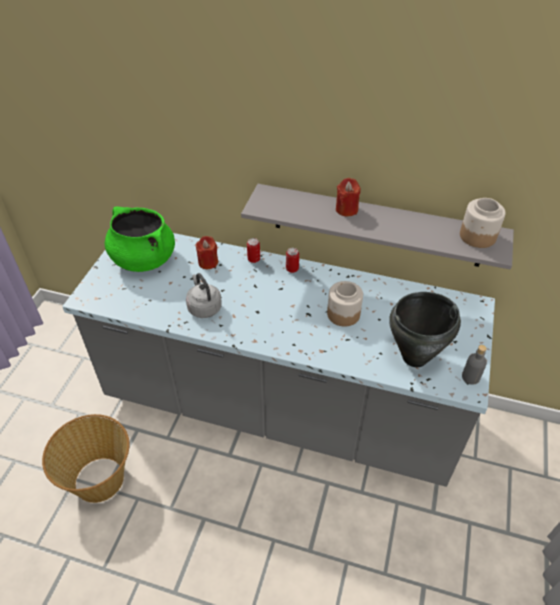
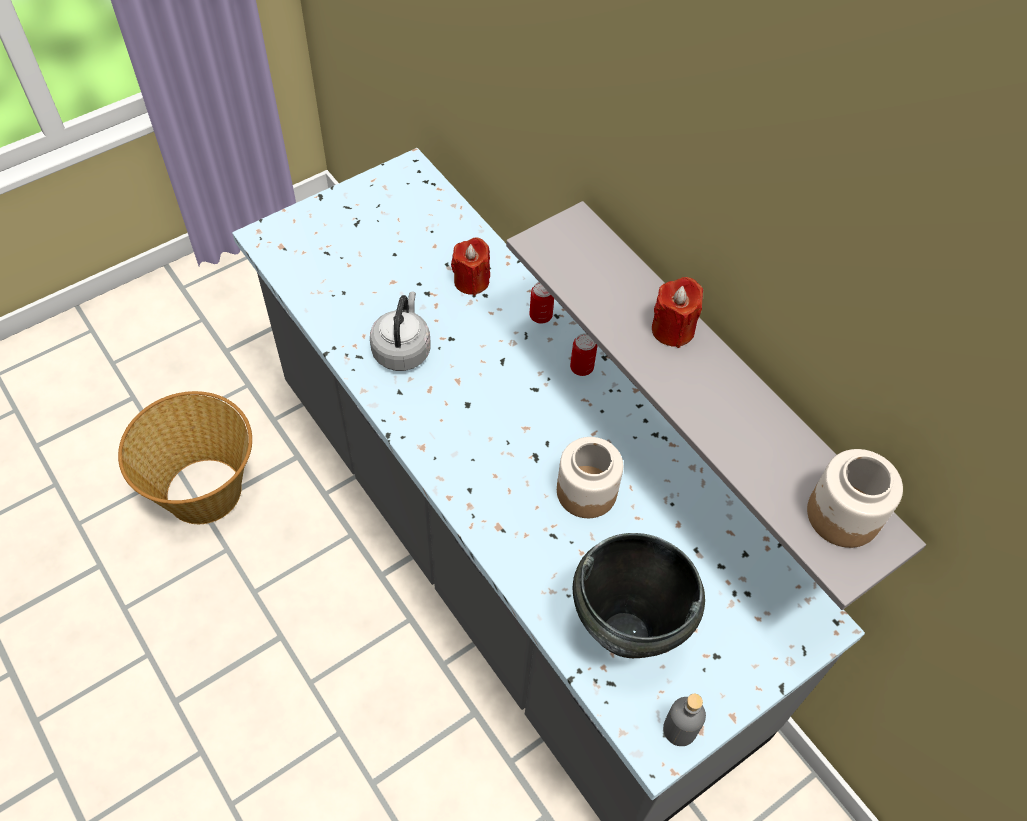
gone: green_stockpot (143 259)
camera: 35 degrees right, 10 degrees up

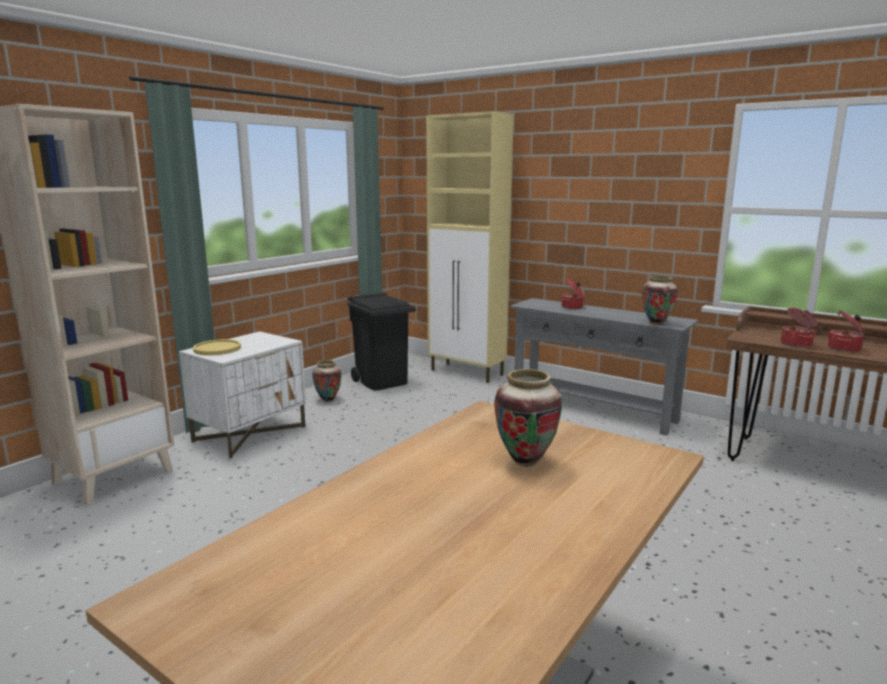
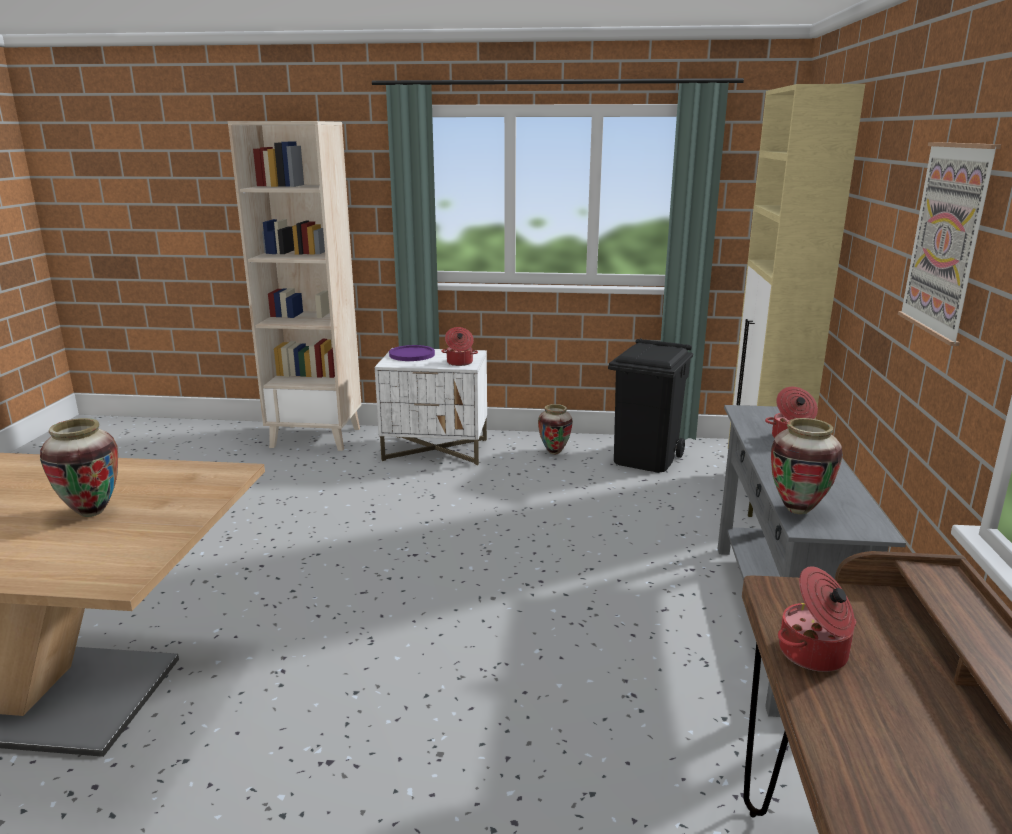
new: wall_art (947 239)
shifted: stockpot (845 349) to (459 363)
repainted: yellow_plate (217 349) to purple_plate (412 354)
camera: 60 degrees right, 5 degrees up

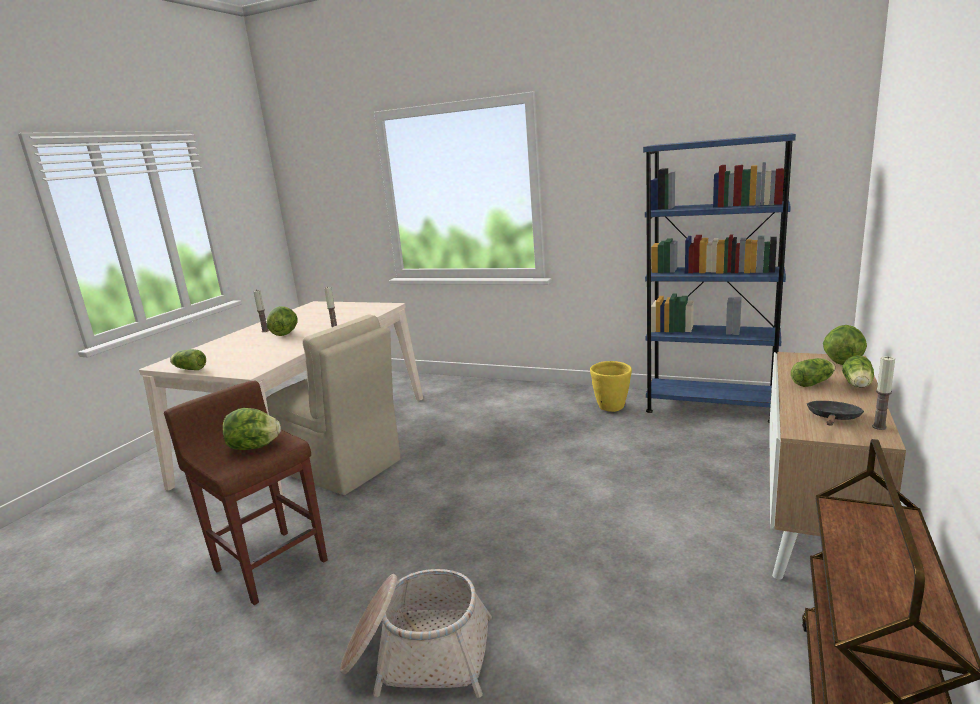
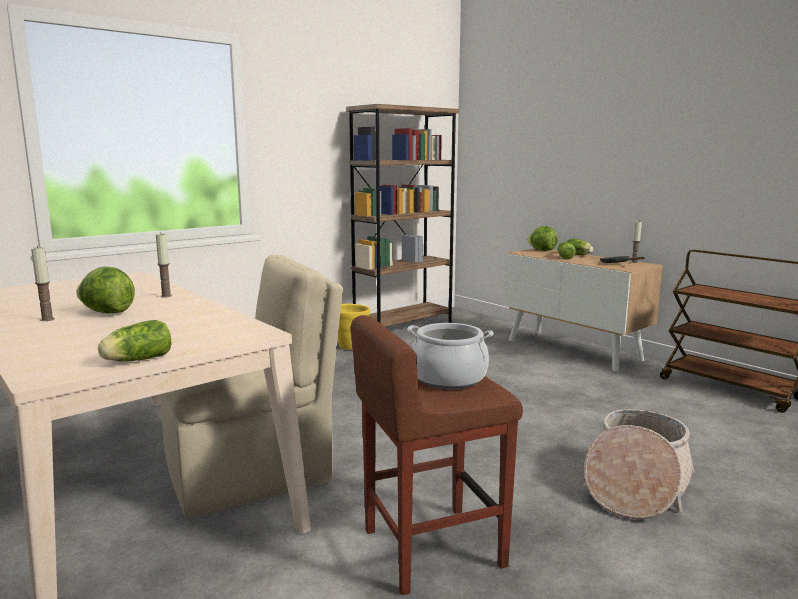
swapped: lettuce_head (254 447) to stockpot (449 378)
repainted: blue-coloured_shelving_unit (710 406) to brown_shelving_unit (403 327)
camera: 65 degrees left, 5 degrees down

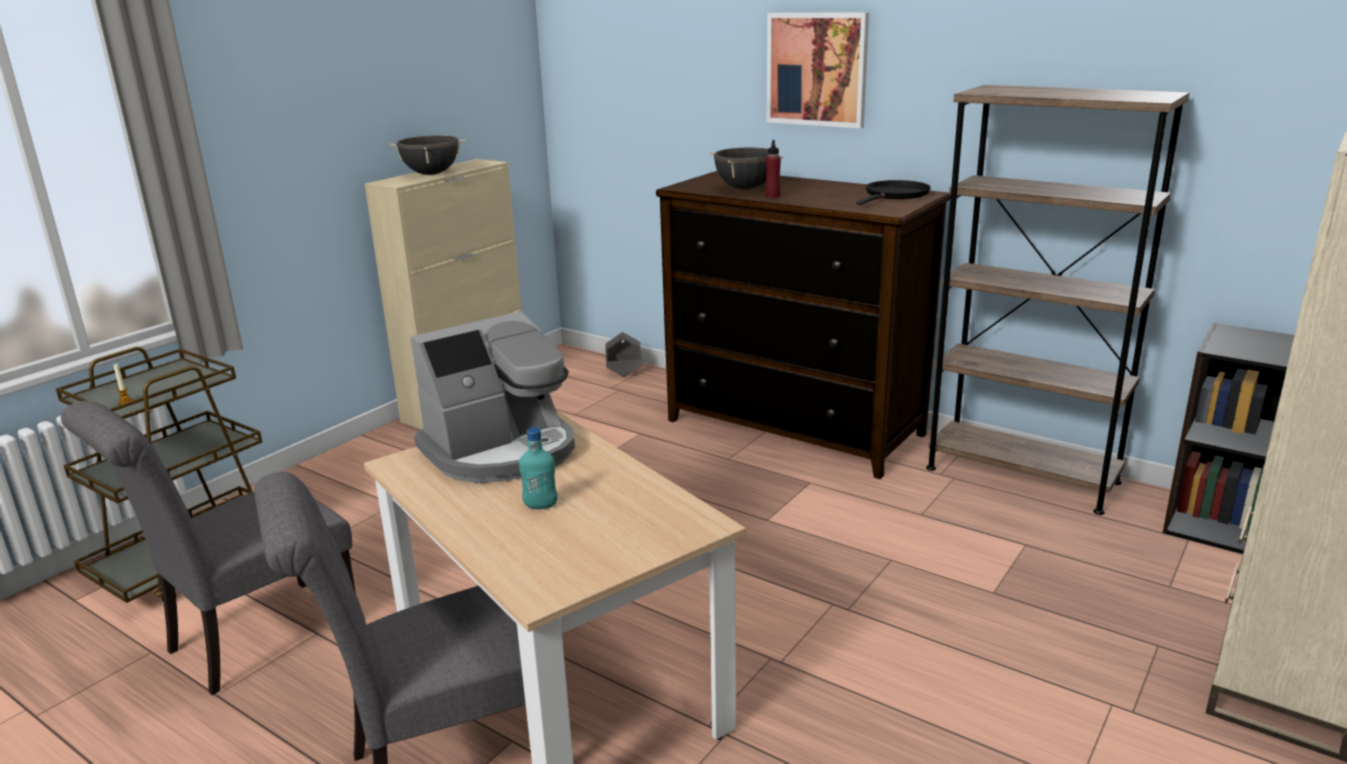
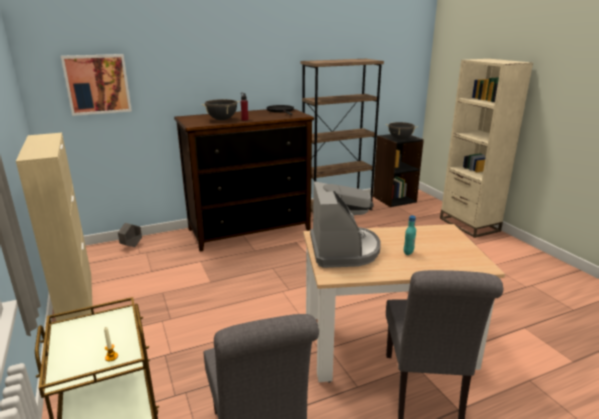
shifted: wall_art (817 69) to (97 84); black-coloured_stockpot (431 174) to (400 139)
camera: 60 degrees left, 0 degrees up

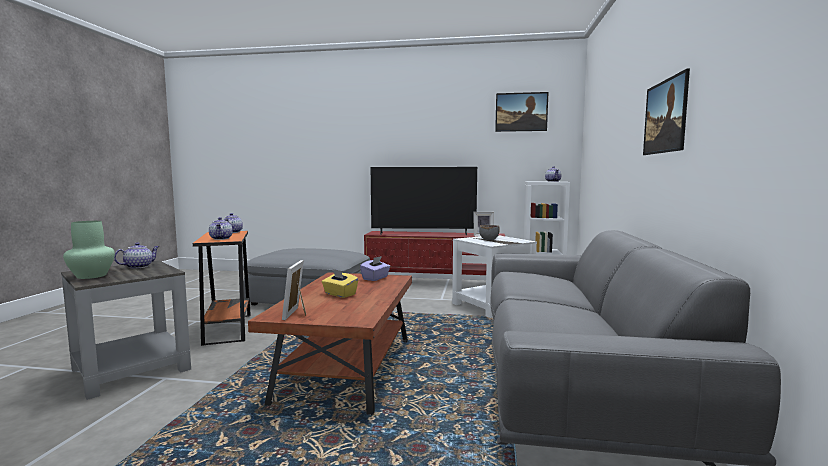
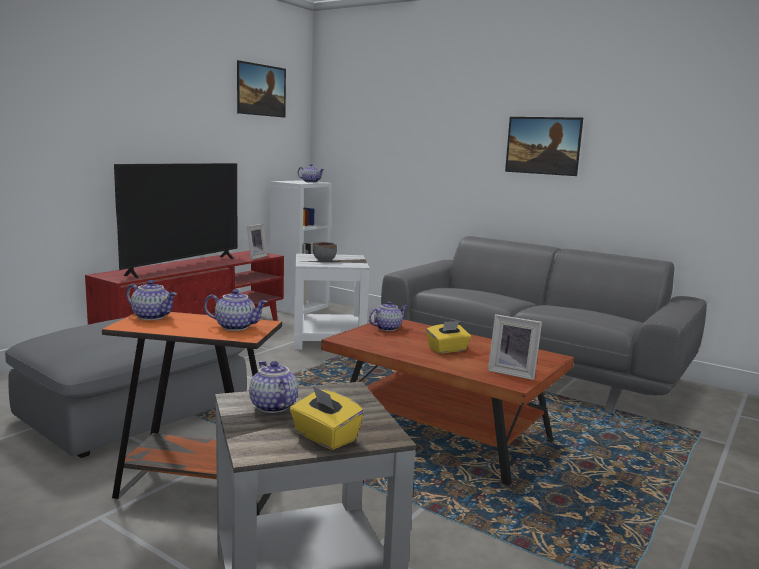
swapped: green_vase (91 276) to yellow_tissue_holder (325 437); purple_tissue_holder (375 278) to tea_pot (387 328)
camera: 65 degrees left, 5 degrees up

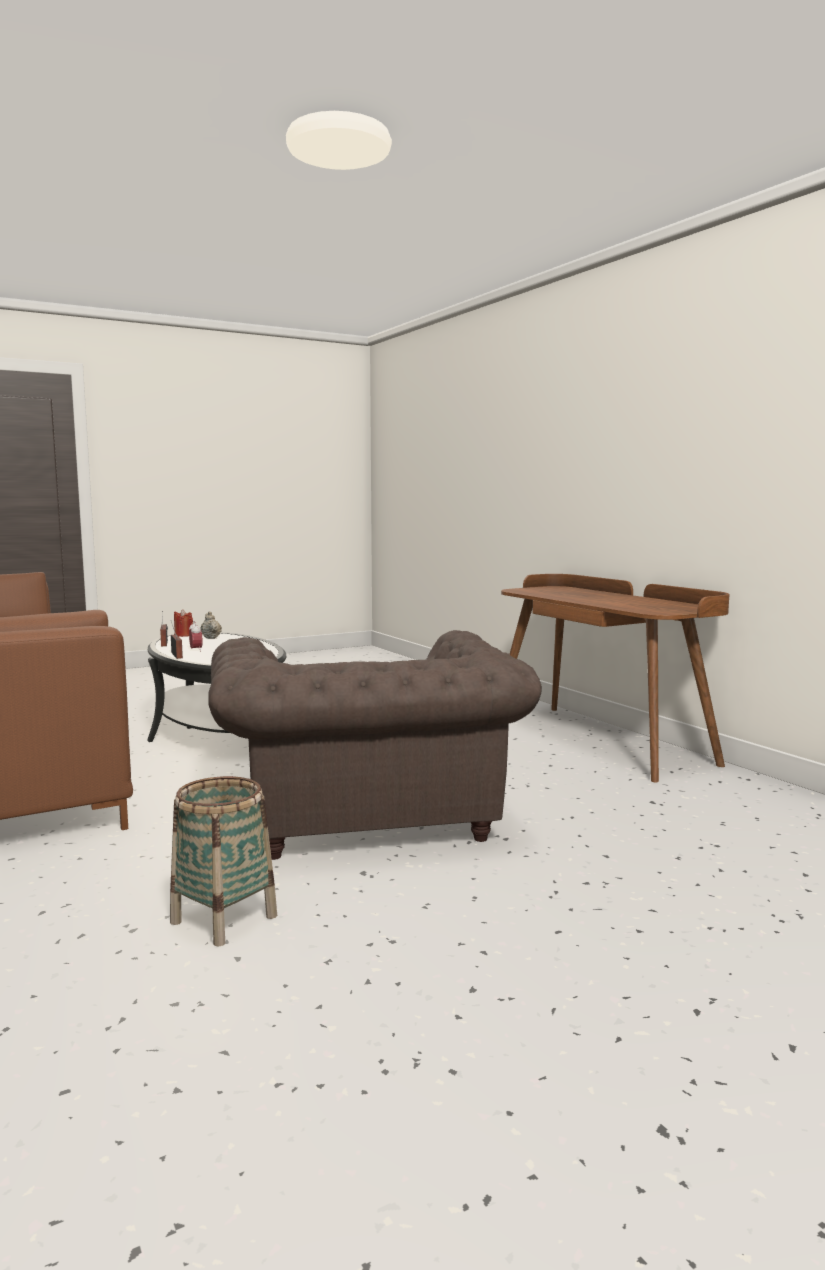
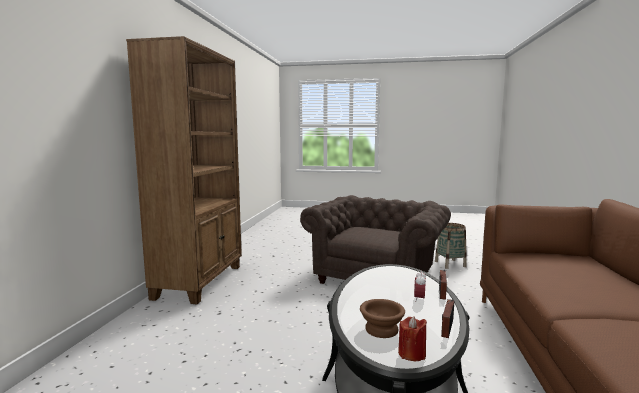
swapped: brown_desk (599 740) to brown_shelving_unit (200 281); sand-coloured_tea_pot (211 638) to brown_bowl (382 330)
camera: 140 degrees left, 0 degrees up

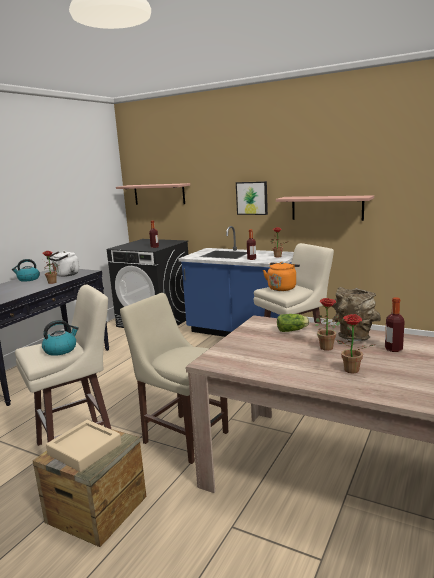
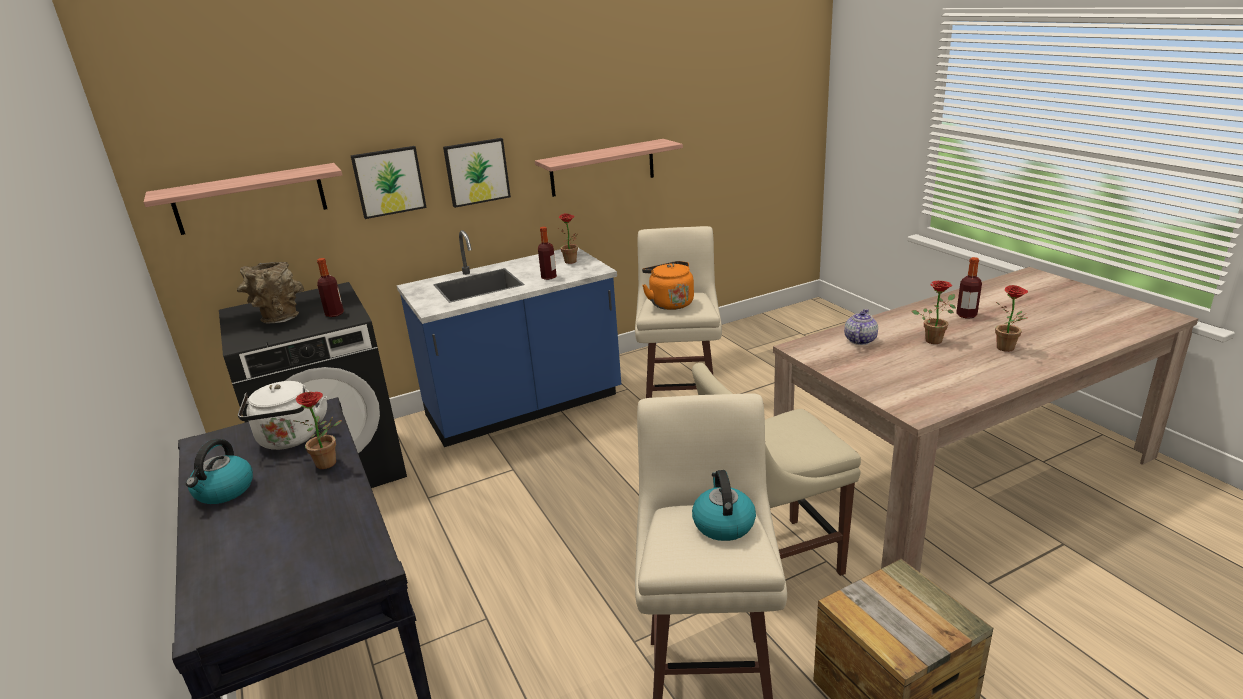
gone: sand-coloured_carrying_tray (85 449)
new: wall_art (388 181)
shifted: brown_vase (352 337) to (278 319)
swapped: lettuce_head (293 330) to tea_pot (859 340)
camera: 55 degrees left, 10 degrees up

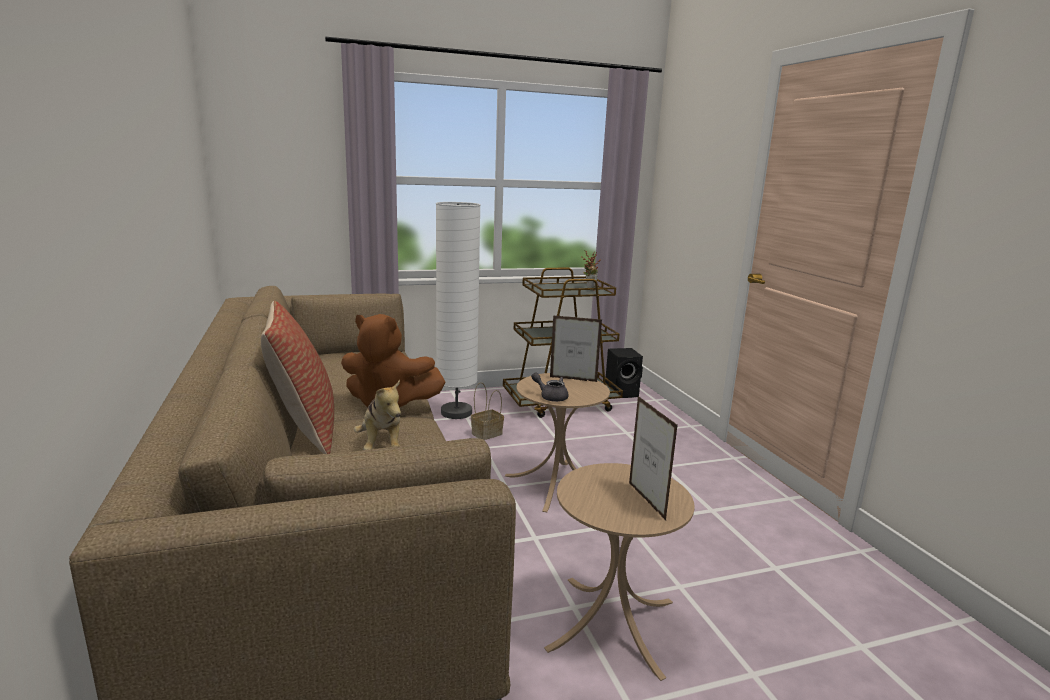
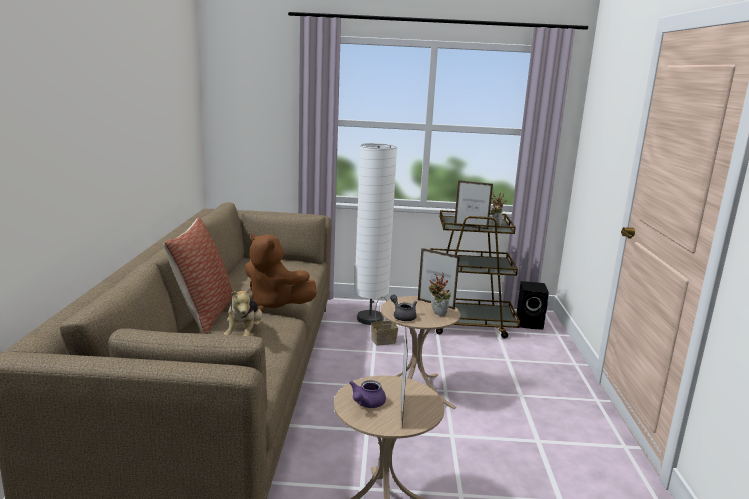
new: standing_frame (471 227); plant_in_a_pot (436 314); purple_tea_pot (366 404)
camera: 20 degrees right, 0 degrees up

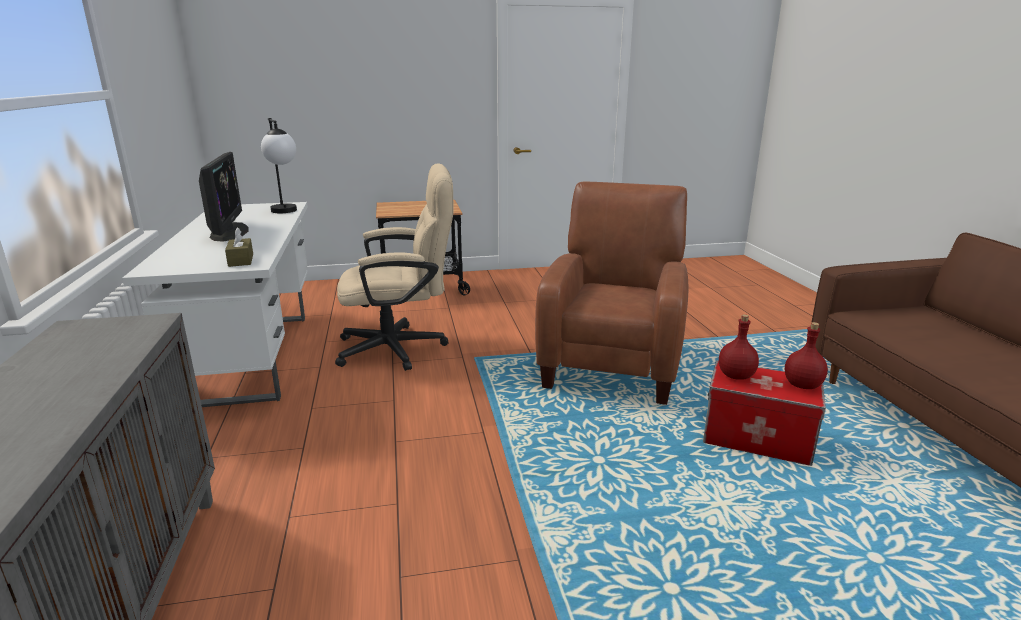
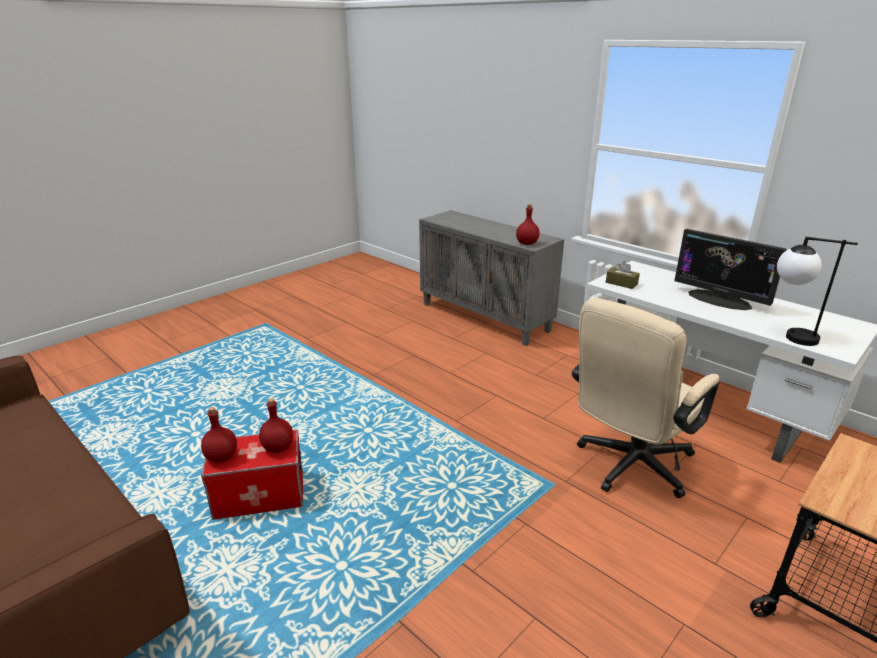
gone: brown_easy_chair (613 362)
new: red_beverage_bottle (526 243)
camera: 145 degrees right, 5 degrees up

